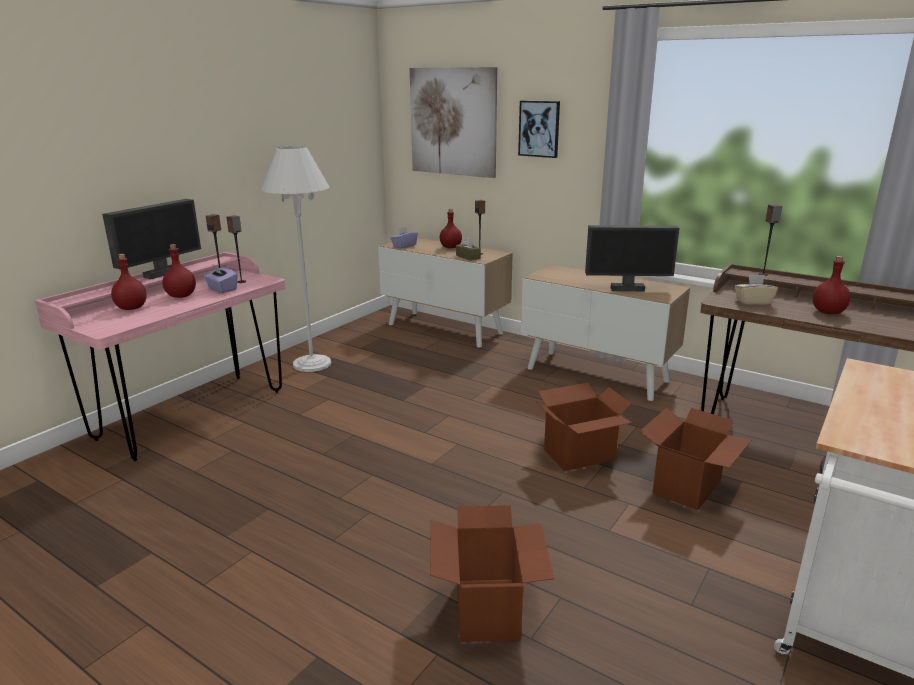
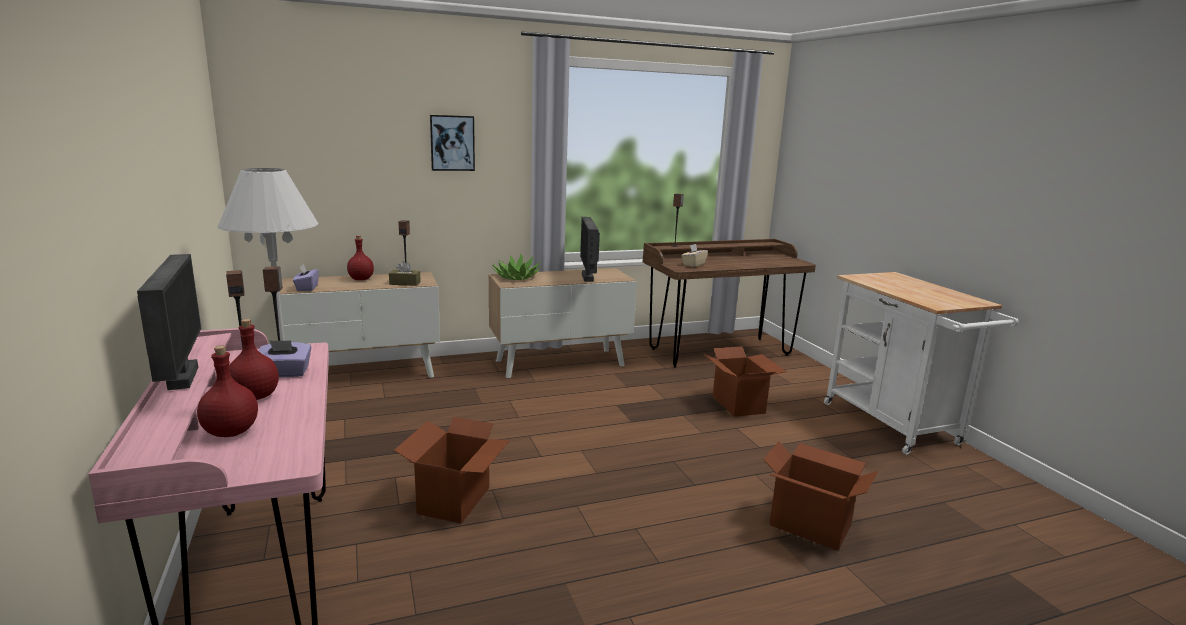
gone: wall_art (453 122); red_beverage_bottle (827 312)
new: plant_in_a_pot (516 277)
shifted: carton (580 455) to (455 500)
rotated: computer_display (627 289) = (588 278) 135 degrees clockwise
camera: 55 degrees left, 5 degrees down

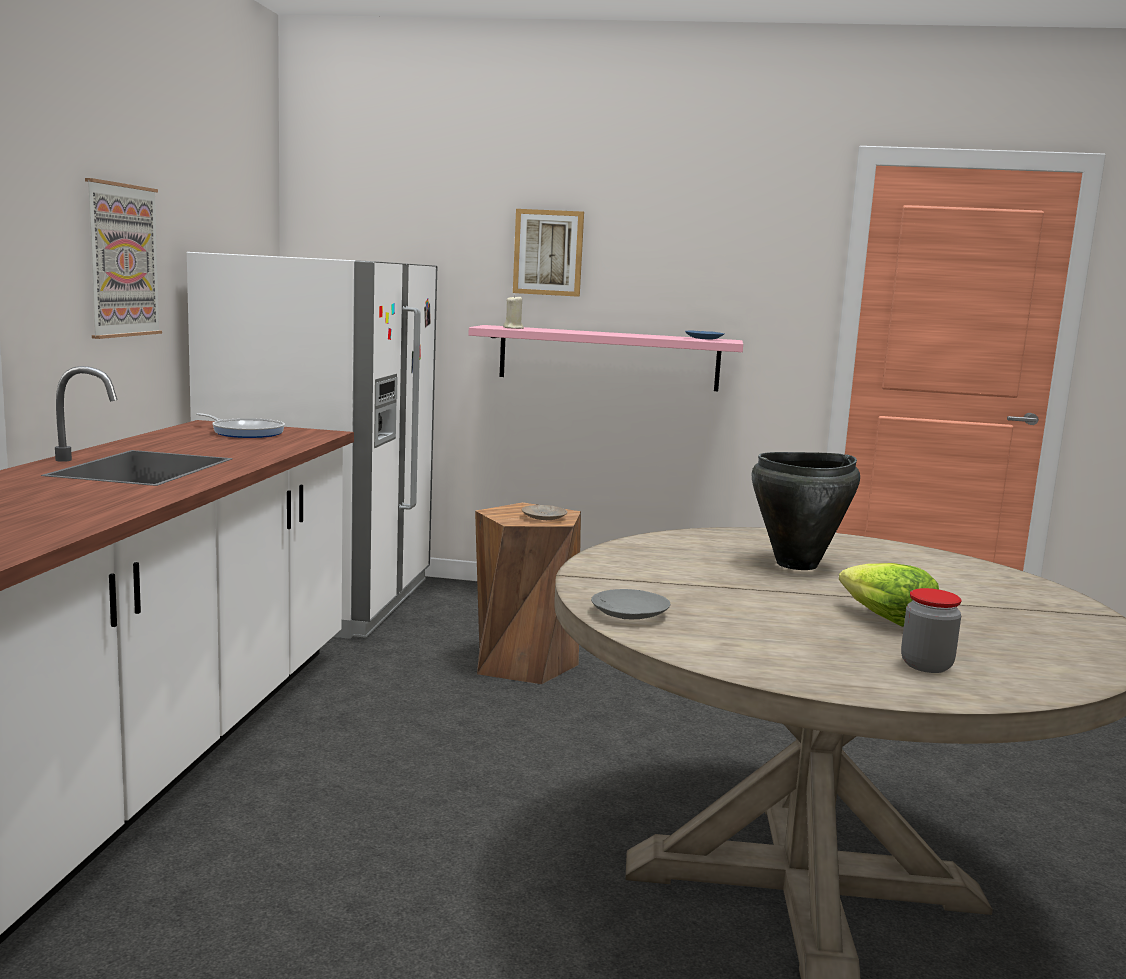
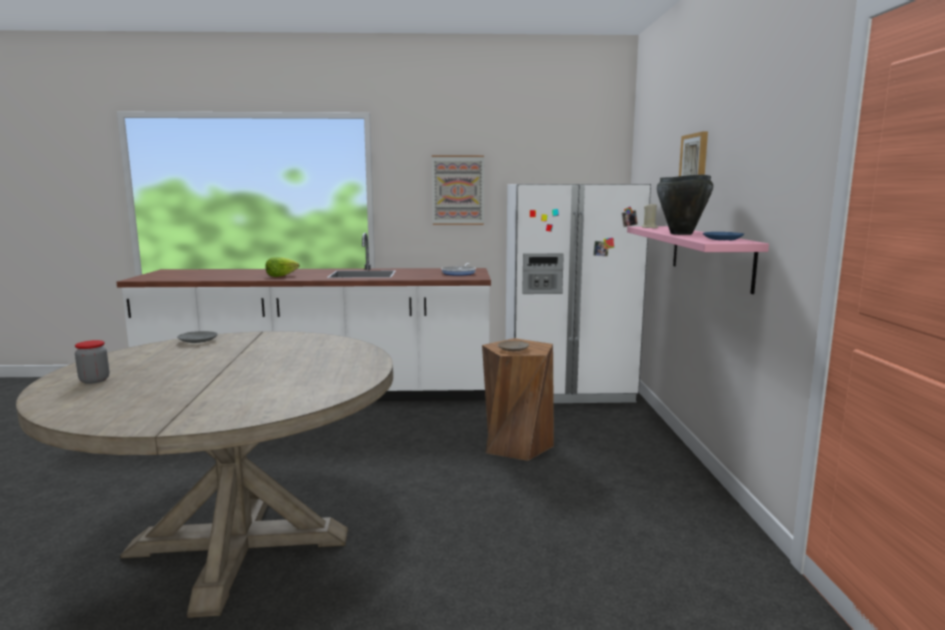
shifted: black-coloured_stockpot (797 564) to (681 234); lettuce_head (885 620) to (281 276)
camera: 80 degrees right, 0 degrees up

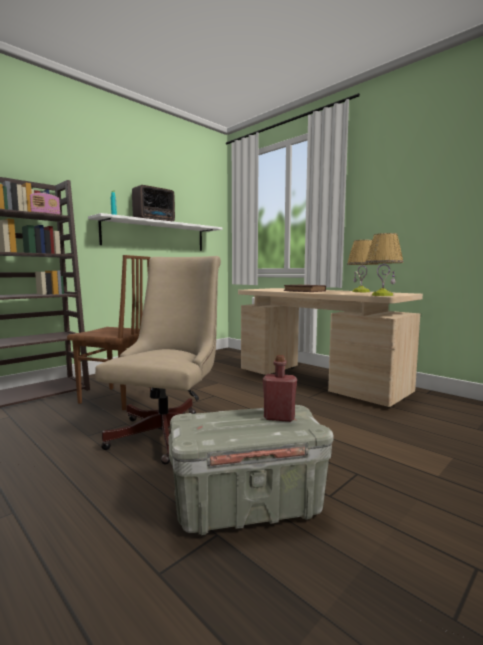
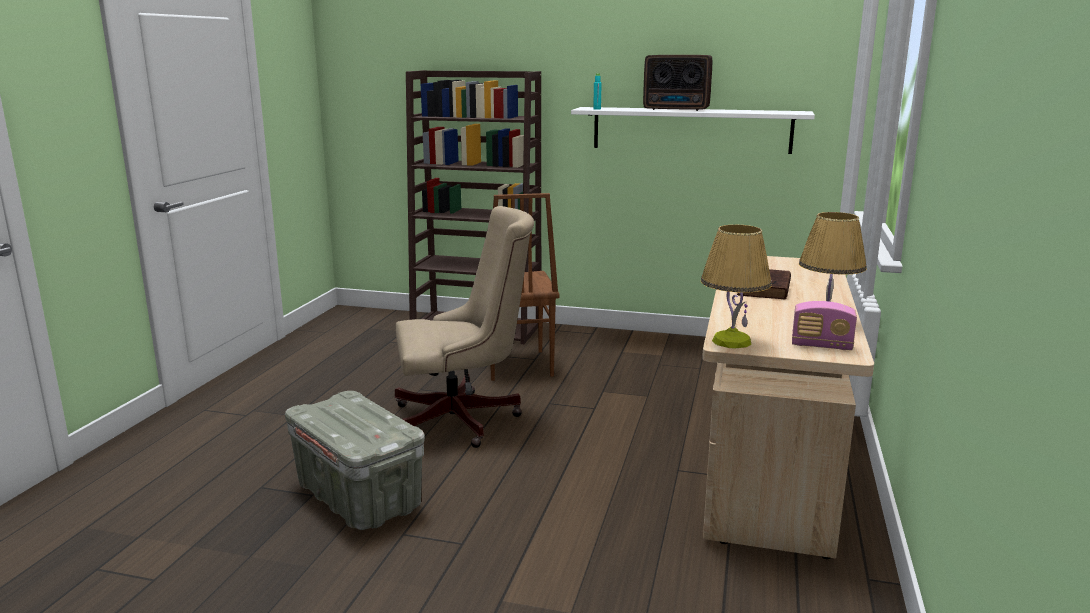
gone: red_beverage_bottle (279 417)
shifted: radio (44 215) to (821 346)
camera: 60 degrees right, 10 degrees up

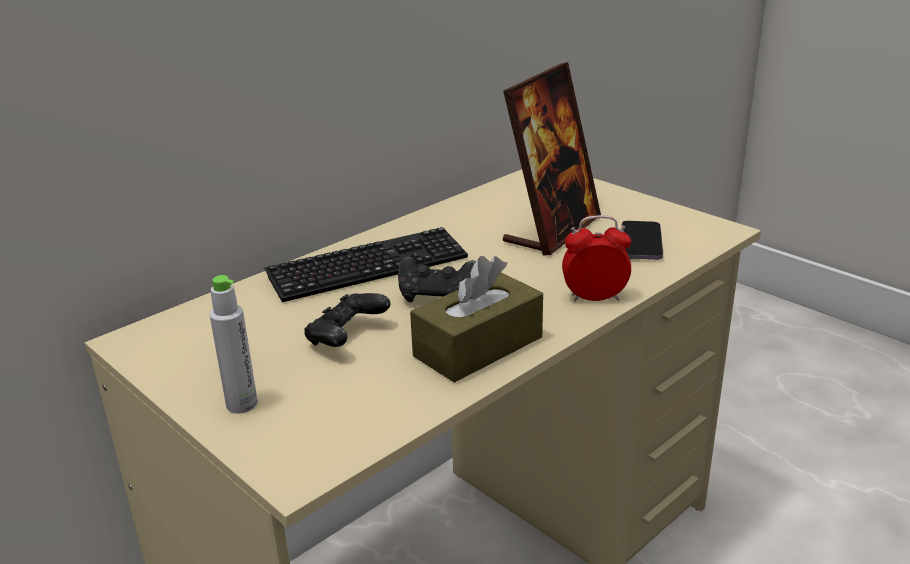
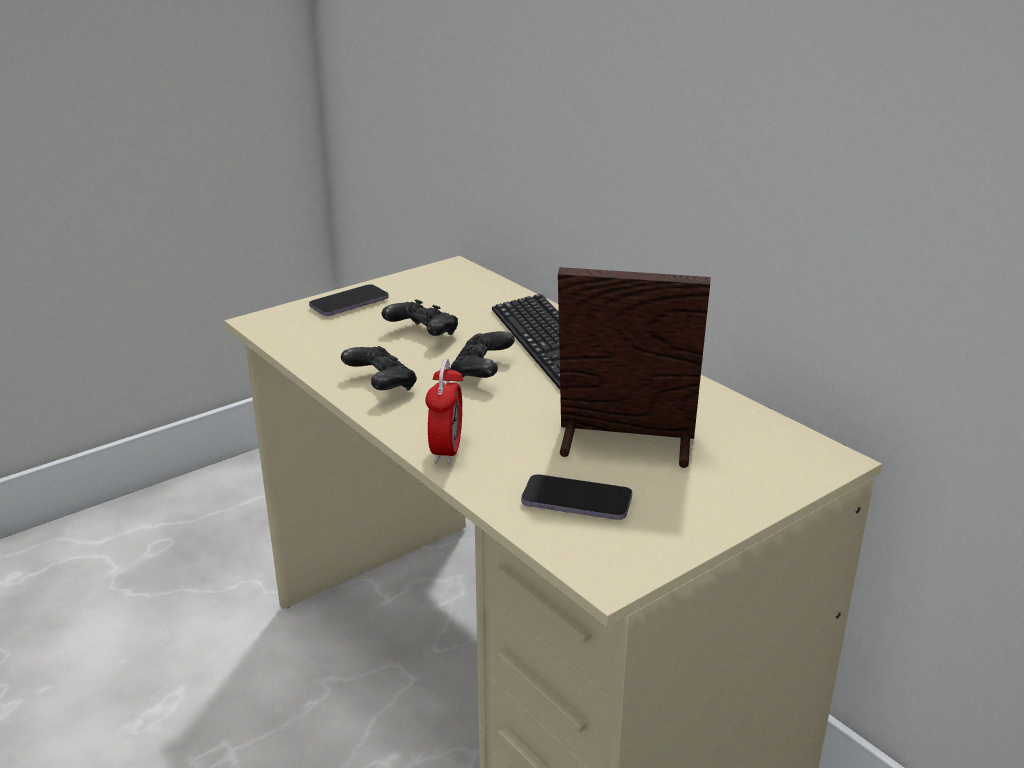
swapped: brown_tissue_holder (478 347) to black-coloured_joypad (381 385); greyish_beverage_bottle (242 404) to telephone (349 303)
rotated: standing_frame (552 230) = (625 445) 150 degrees clockwise
camera: 95 degrees right, 0 degrees up

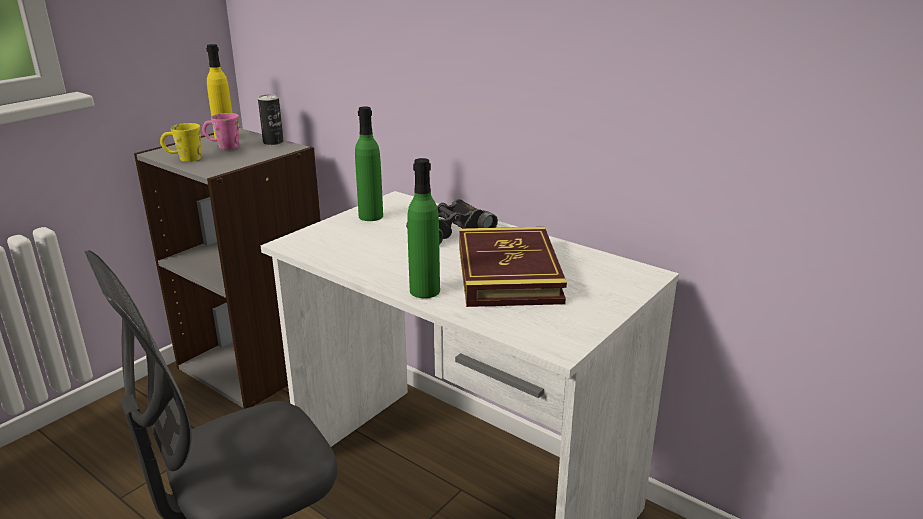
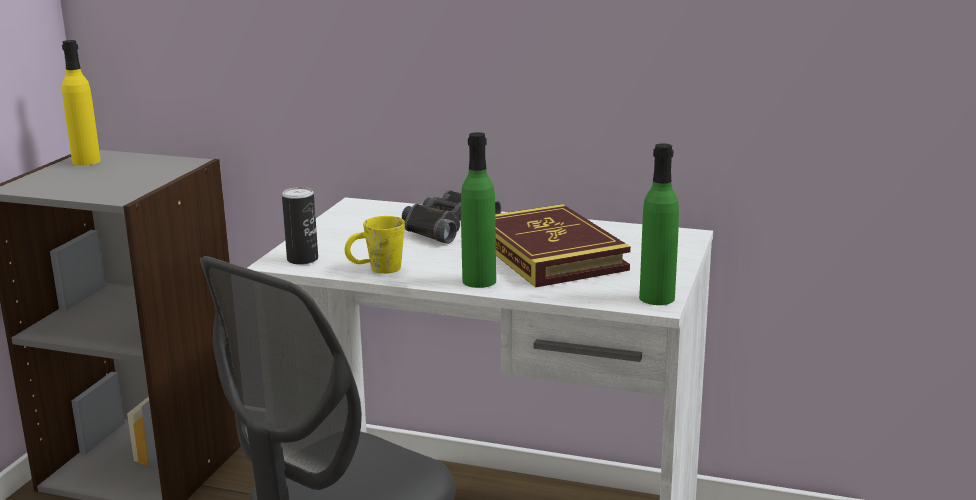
gone: pink_coffee_mug (222 146)
shifted: metal_can (273 142) to (302 259); green_beverage_bottle (371 216) to (657 298); yellow_coffee_mug (183 159) to (376 270)
camera: 20 degrees left, 5 degrees down

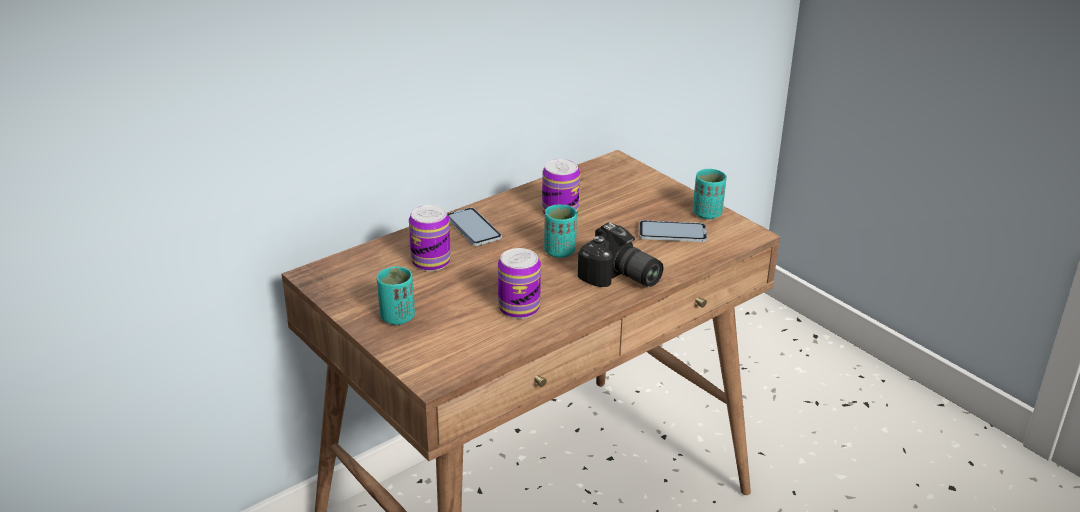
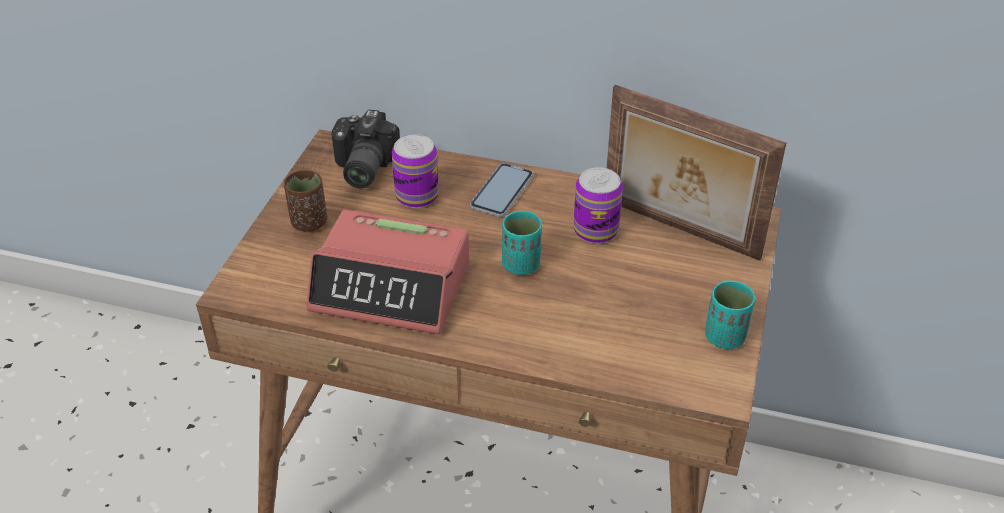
gone: telephone (672 233)
new: standing_frame (678 230)
shifted: photo_camera (620 278) to (361 168)
swapped: metal_can (519 308) to table_clock (392 287)
repainted: turquoise_cup (397 317) to brown_cup (309 222)
camera: 55 degrees right, 10 degrees up

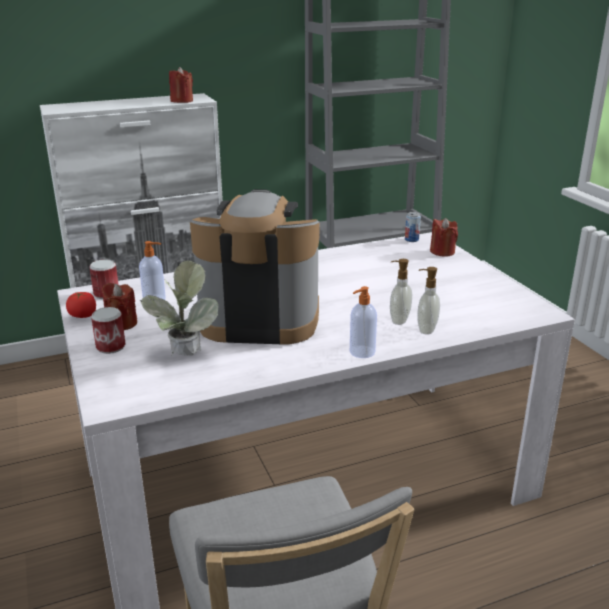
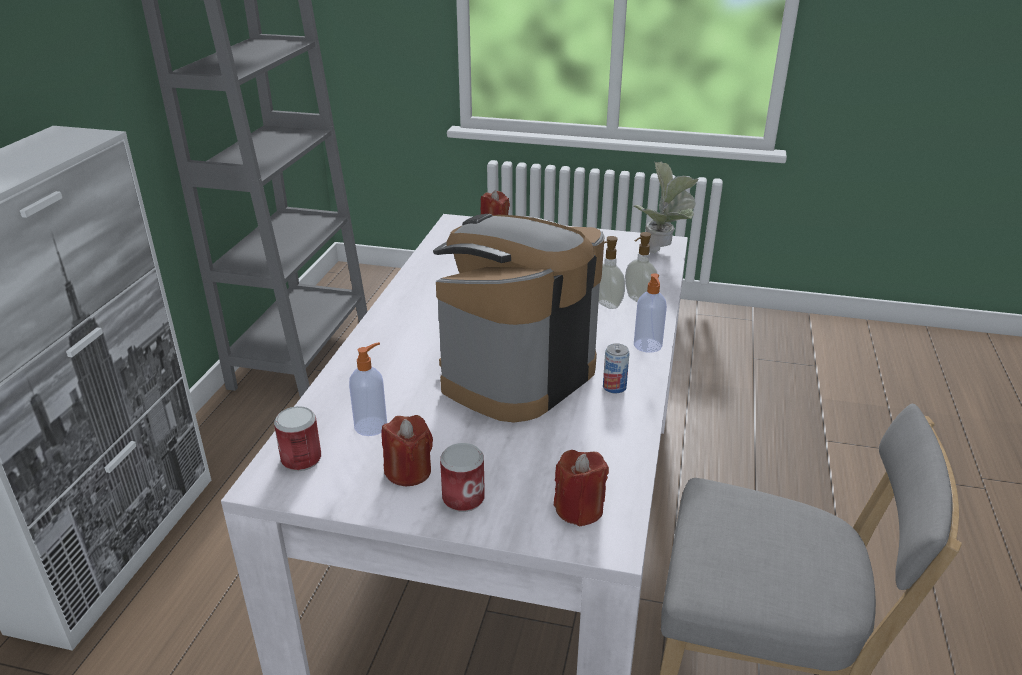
gone: fresh_tomato (83 315)
shifted: red_candle (182 101) to (579 509); metal_can (411 239) to (614 387); plant_in_a_pot (185 360) to (663 251)
camera: 55 degrees left, 5 degrees up

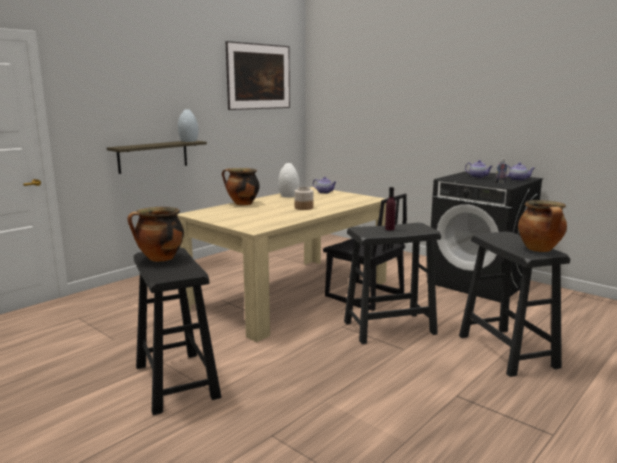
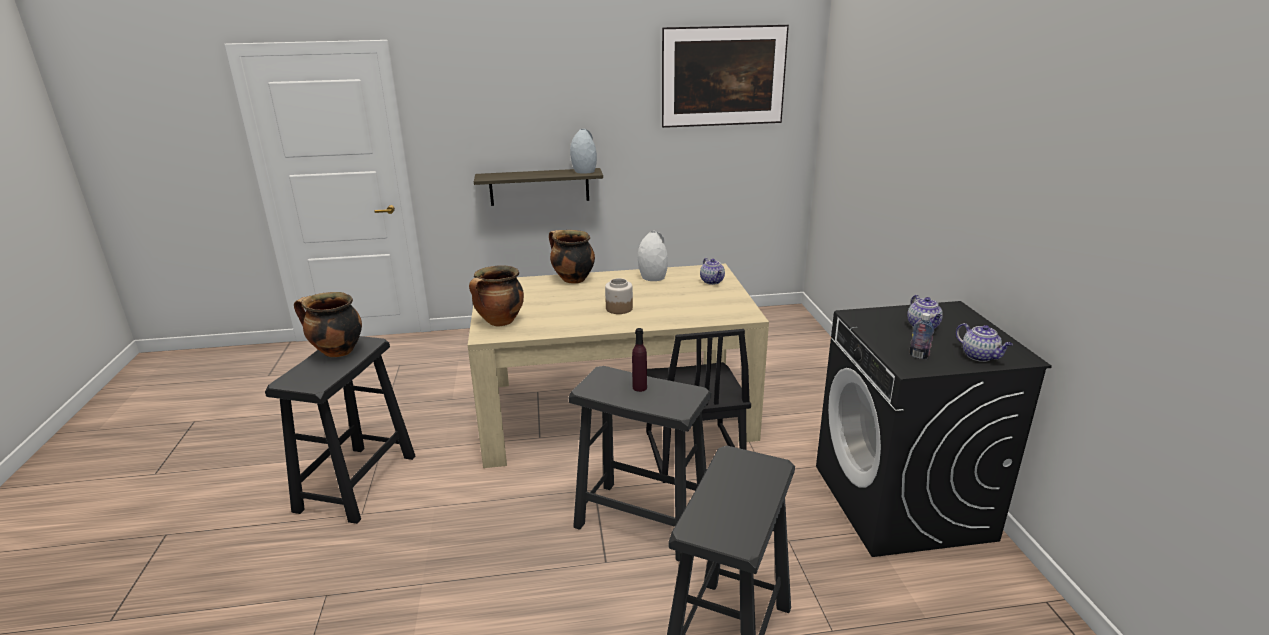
shifted: stockpot (540 249) to (500 322)
camera: 40 degrees right, 10 degrees up

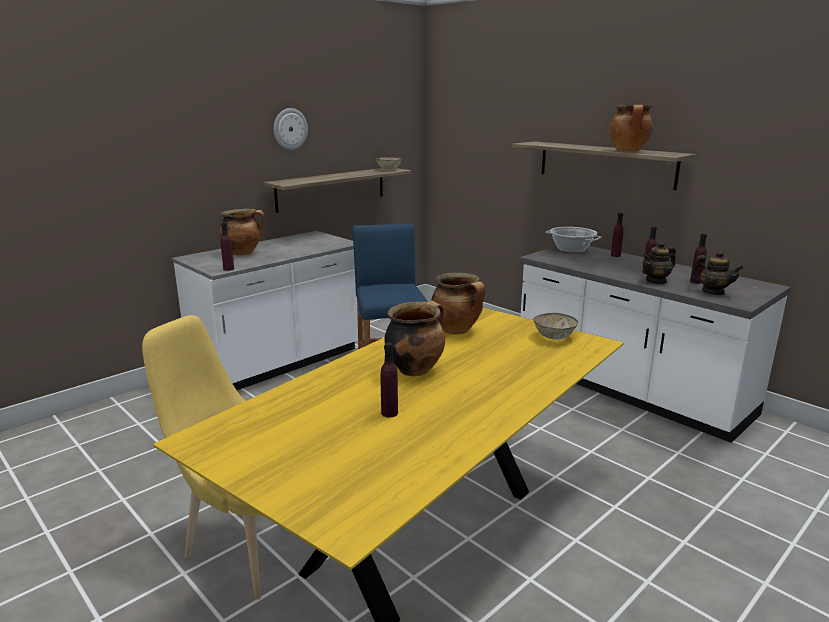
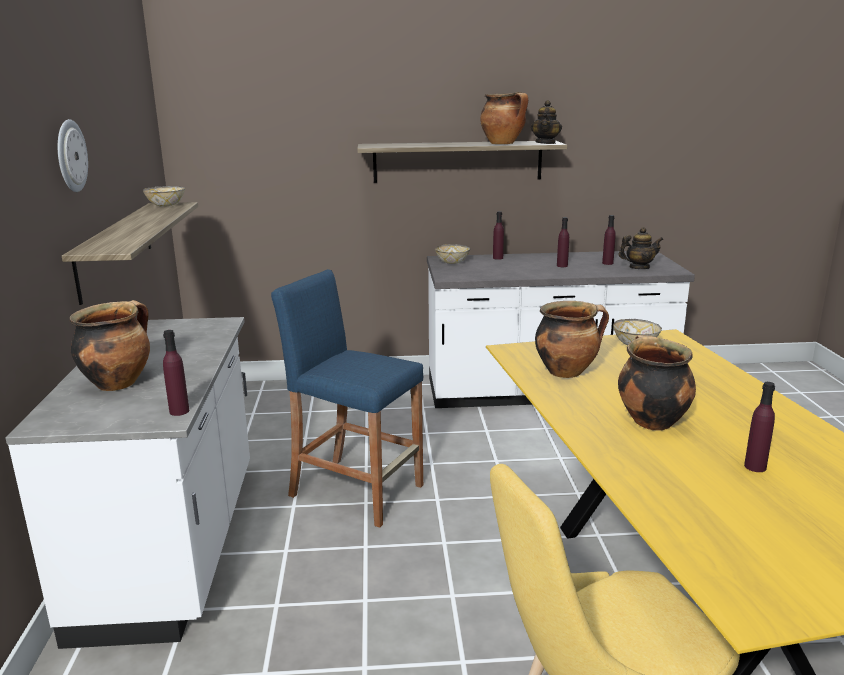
shifted: tea_pot (656 281) to (546 143)
swapped: stockpot (571 249) to bowl (452 262)
camera: 50 degrees left, 0 degrees up

